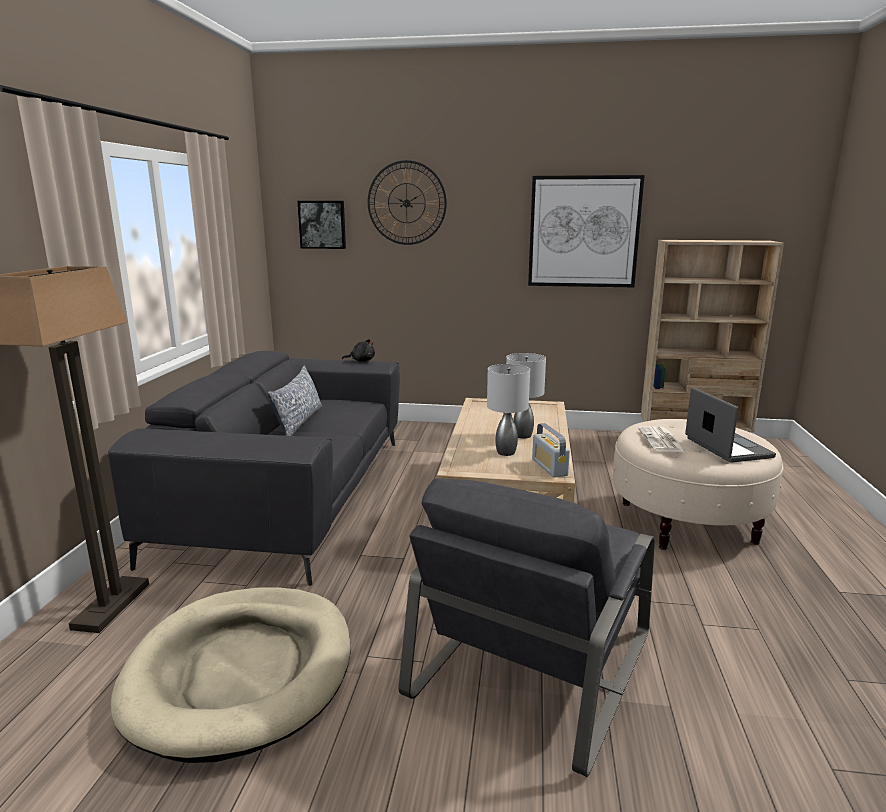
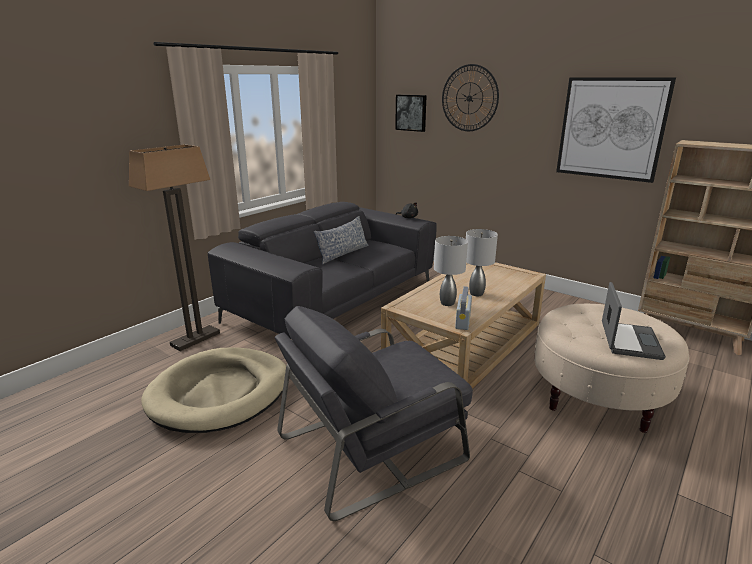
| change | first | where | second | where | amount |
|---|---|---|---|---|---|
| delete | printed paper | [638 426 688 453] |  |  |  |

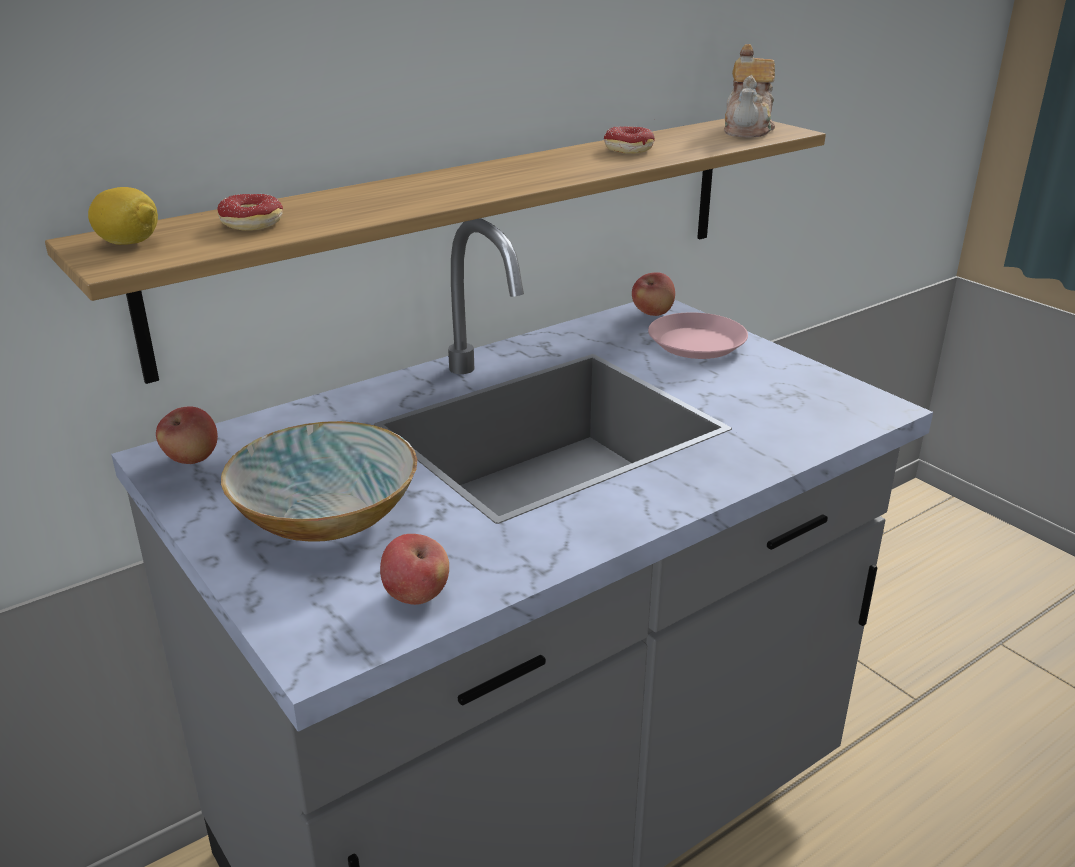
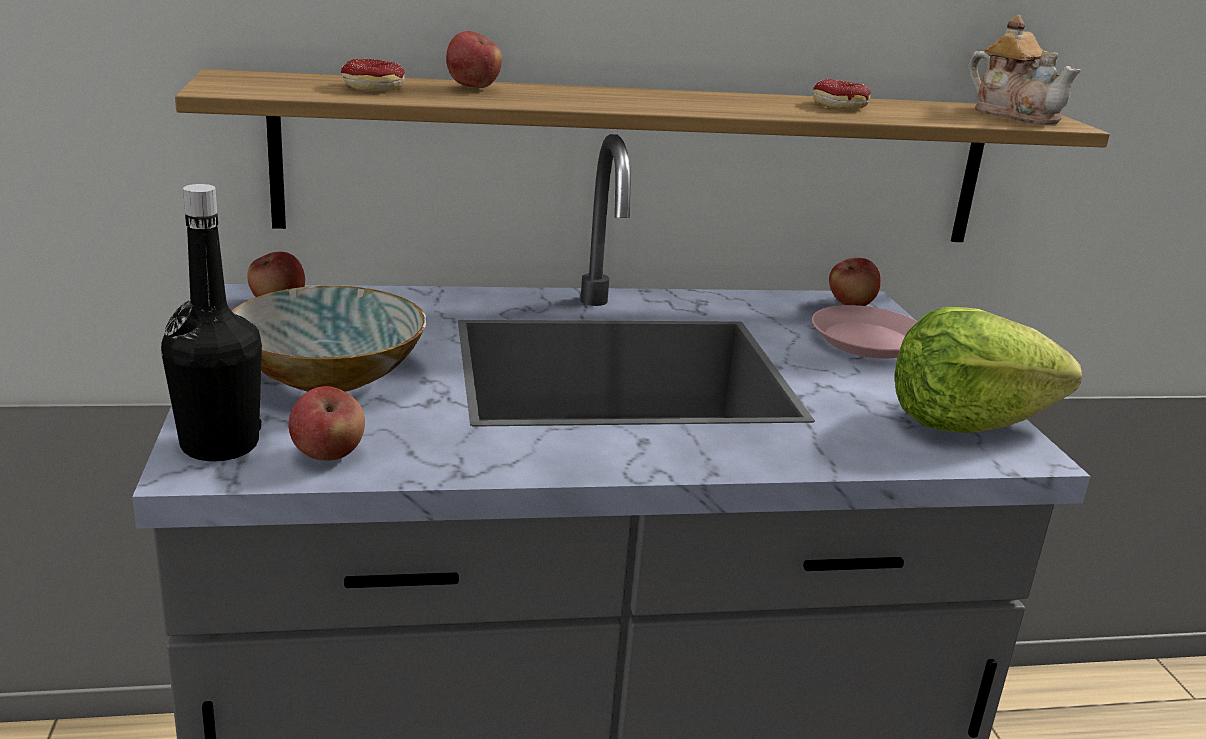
| change | first | where | second | where | amount |
|---|---|---|---|---|---|
| delete | whole lemon | [88 187 158 245] |  |  |  |
| insert |  |  | drink bottle/blackish | [161 184 262 461] |  |
| insert |  |  | apple | [446 31 502 88] |  |
| insert |  |  | lettuce head | [895 307 1082 433] |  |
| rotate | tea pot | [724 44 775 137] |  | [969 15 1081 125] | 75 degrees counterclockwise |

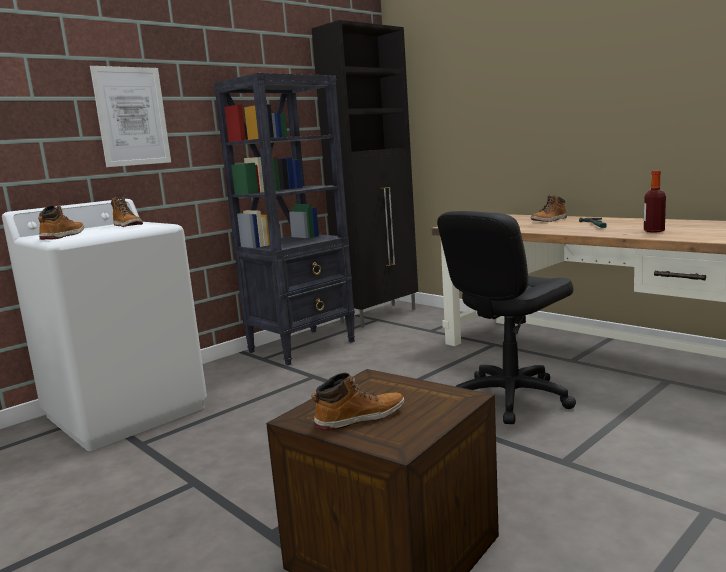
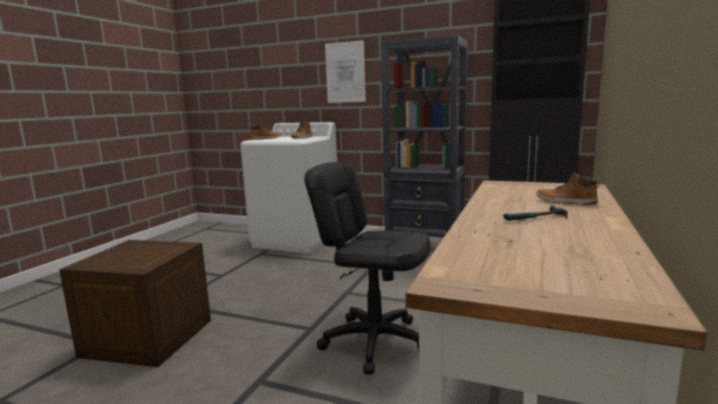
| change | first | where | second | where | amount |
|---|---|---|---|---|---|
| delete | tall boot | [311 373 404 431] |  |  |  |
| delete | drink bottle | [644 170 666 233] |  |  |  |

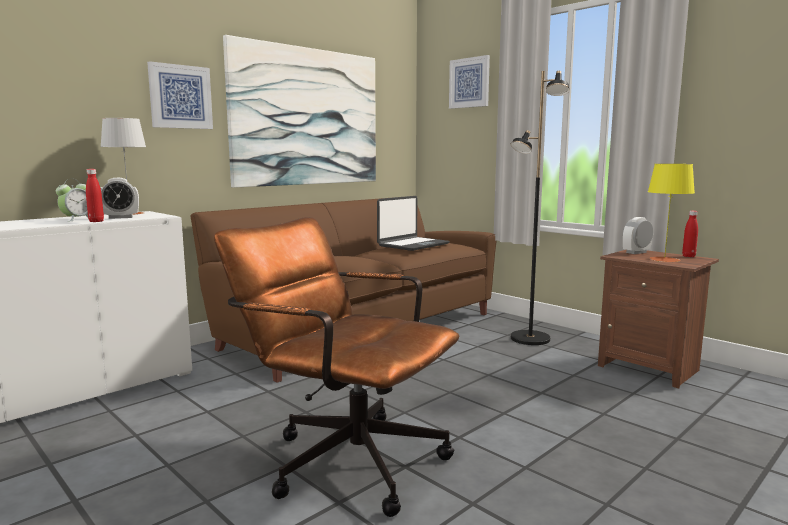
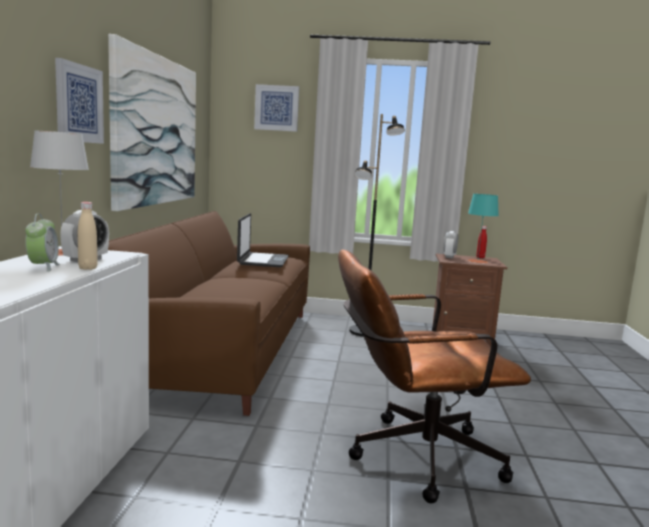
| change | first | where | second | where | amount |
|---|---|---|---|---|---|
| recolor | drink bottle/red-coloured | [86 169 104 222] | drink bottle/beige-coloured | [78 202 98 270] |  |
| recolor | table lamp/yellow-coloured | [648 164 695 262] | table lamp/blue-green | [468 194 499 263] |  |

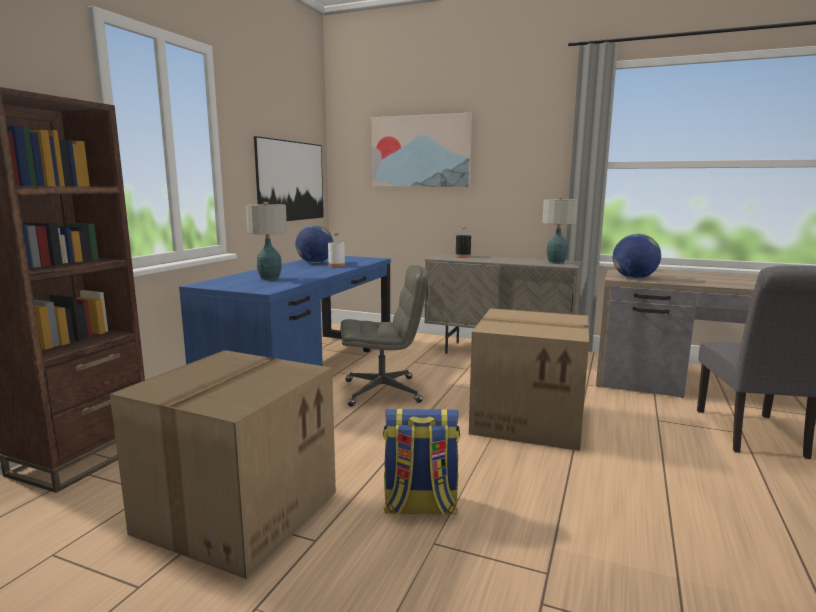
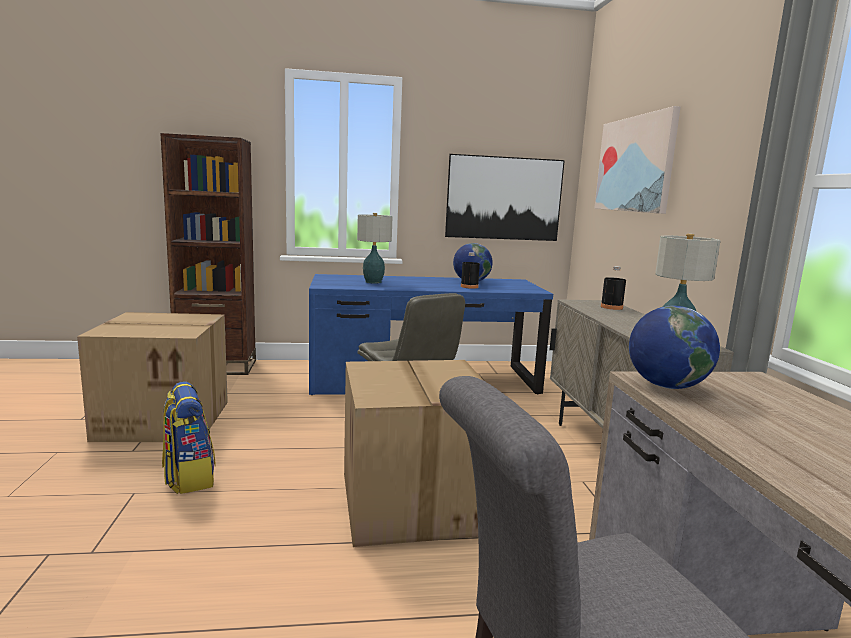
| change | first | where | second | where | amount |
|---|---|---|---|---|---|
| recolor | drink bottle/white | [328 233 345 267] | drink bottle/blackish | [461 252 480 289] |  |

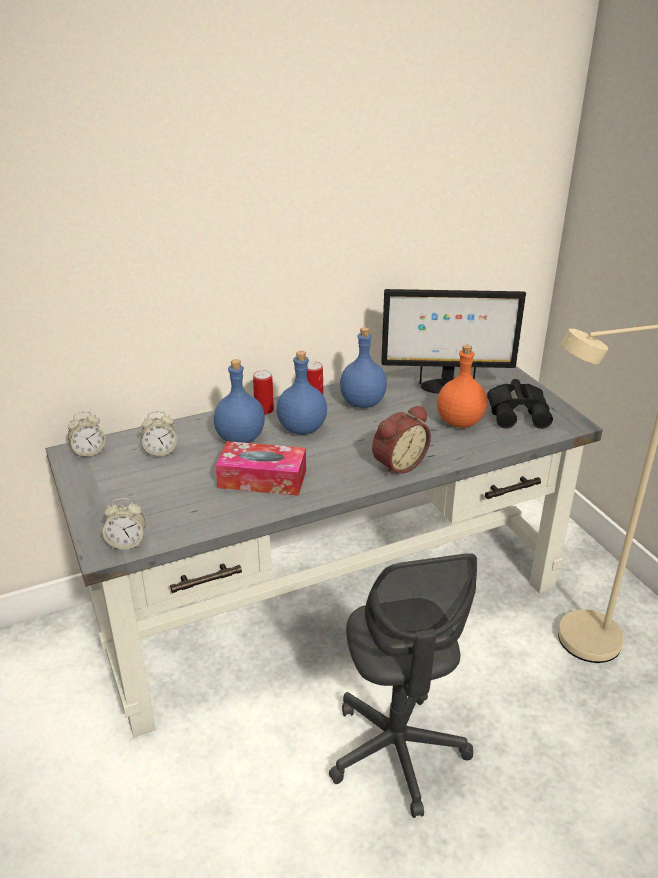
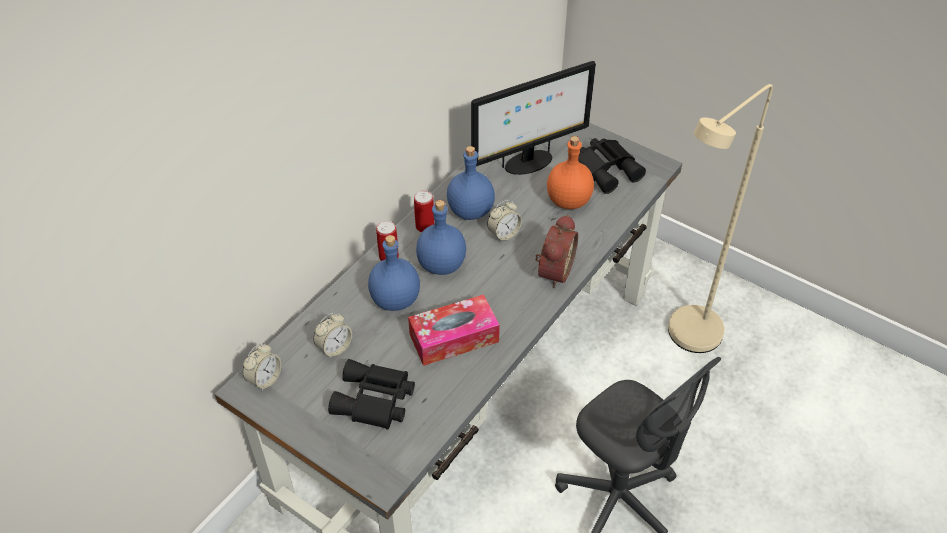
| change | first | where | second | where | amount |
|---|---|---|---|---|---|
| insert |  |  | binoculars/blackish | [328 359 415 430] |  |
| move | table clock | [103 498 145 550] |  | [487 200 522 242] |  |

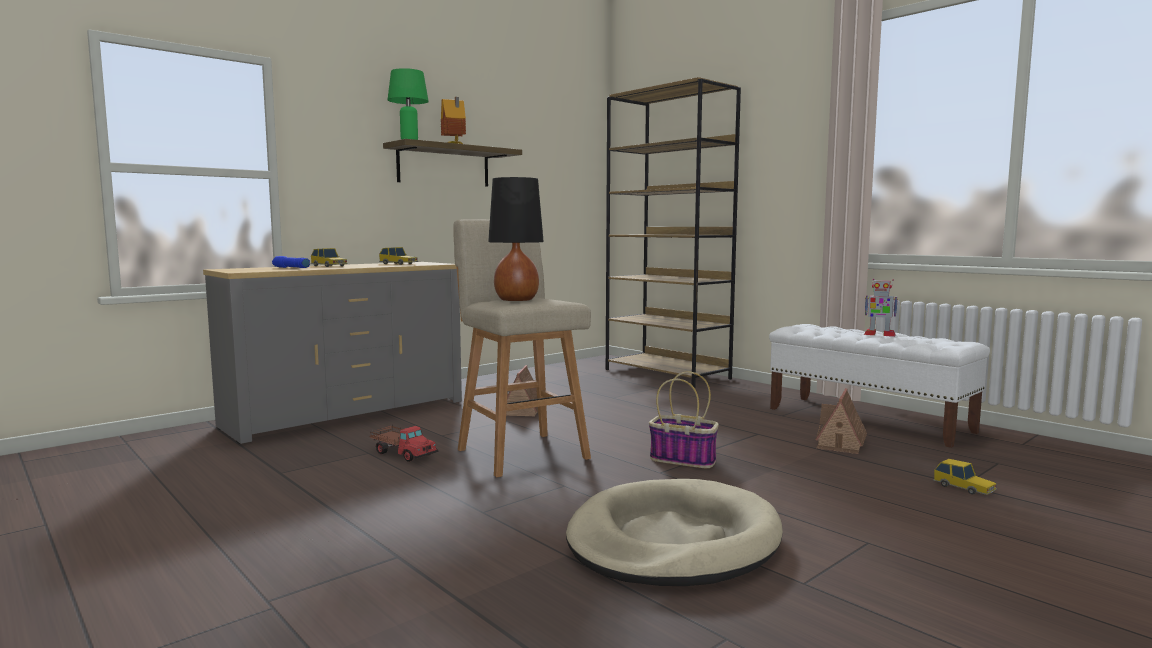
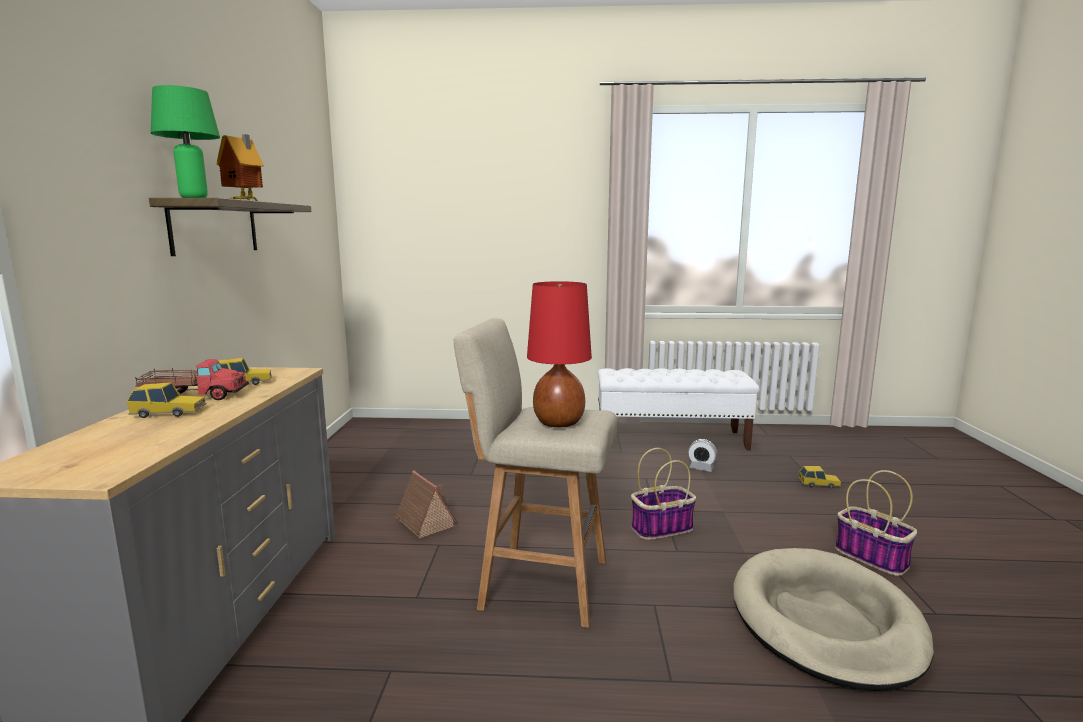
| change | first | where | second | where | amount |
|---|---|---|---|---|---|
| delete | torch/blue-coloured | [272 256 310 268] |  |  |  |
| delete | bookcase/brownish | [606 77 741 388] |  |  |  |
| delete | model robot | [864 279 898 337] |  |  |  |
| insert |  |  | household basket | [835 470 917 576] |  |
| move | toy lorry | [370 425 438 462] |  | [135 359 249 400] |  |
| replace | model house | [815 388 867 454] | table clock | [688 439 717 472] |  |
| recolor | table lamp/blackish | [488 177 544 301] | table lamp/red-coloured | [527 281 592 427] |  |

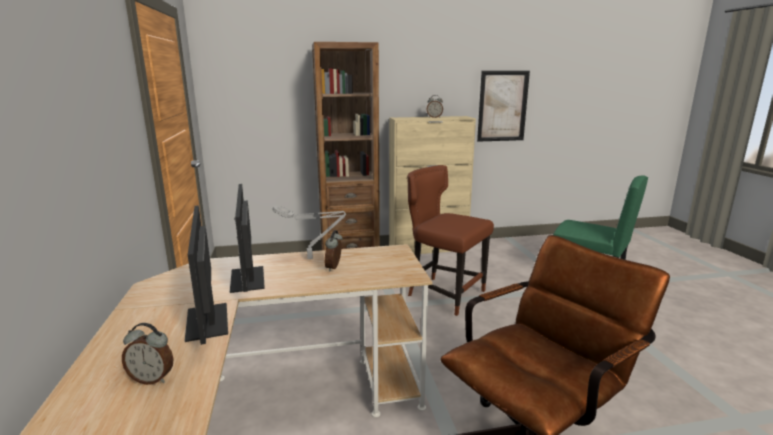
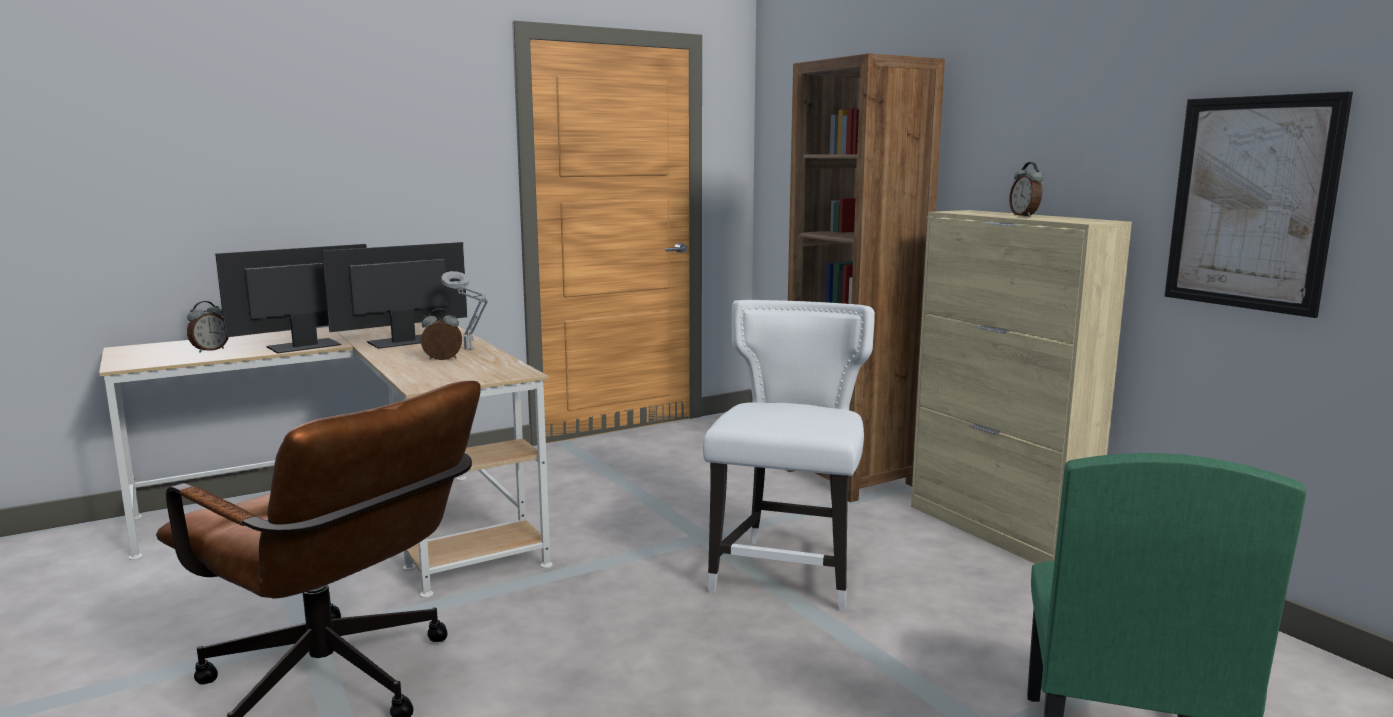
| change | first | where | second | where | amount |
|---|---|---|---|---|---|
| recolor | chair/brownish | [407 165 494 316] | chair/white | [703 300 875 611] |  |
| rotate | table clock | [122 323 174 385] |  | [187 301 229 353] | 135 degrees counterclockwise |

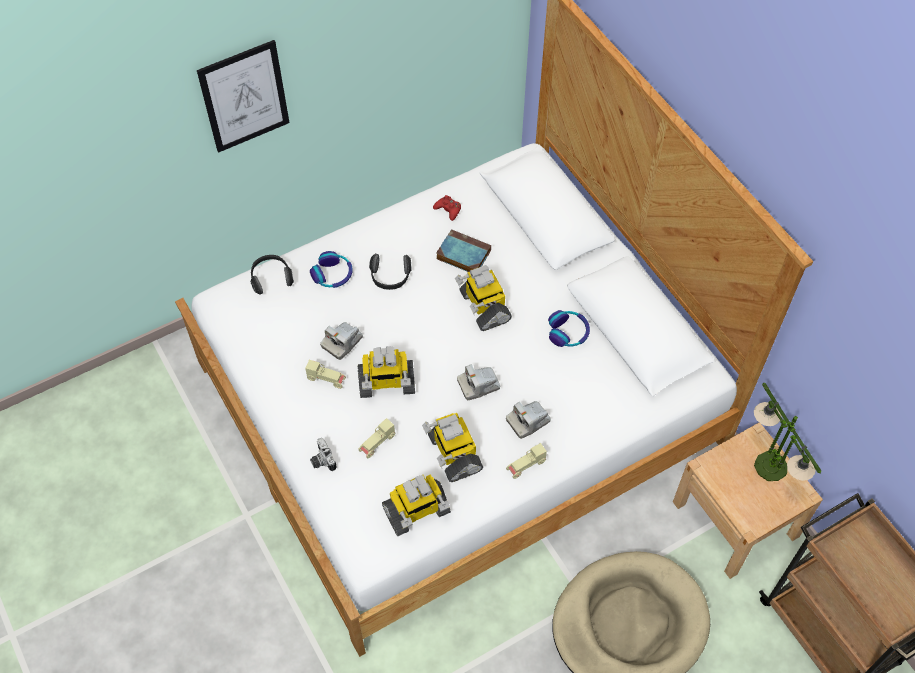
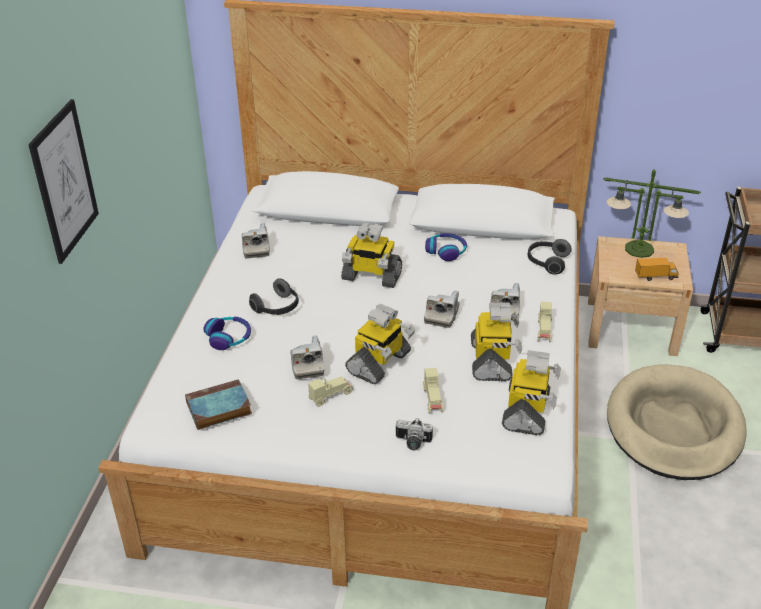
| change | first | where | second | where | amount |
|---|---|---|---|---|---|
| insert |  |  | toy lorry | [635 258 679 281] |  |
| move | headphones | [250 255 294 295] |  | [528 239 572 274] |  |
| move | volume | [436 229 491 272] |  | [185 379 252 430] |  |
| replace | gamepad/red-coloured | [433 195 461 221] | still camera | [242 223 270 259] |  |
| rotate | model robot | [422 413 483 482] |  | [471 302 522 381] | 105 degrees counterclockwise |

